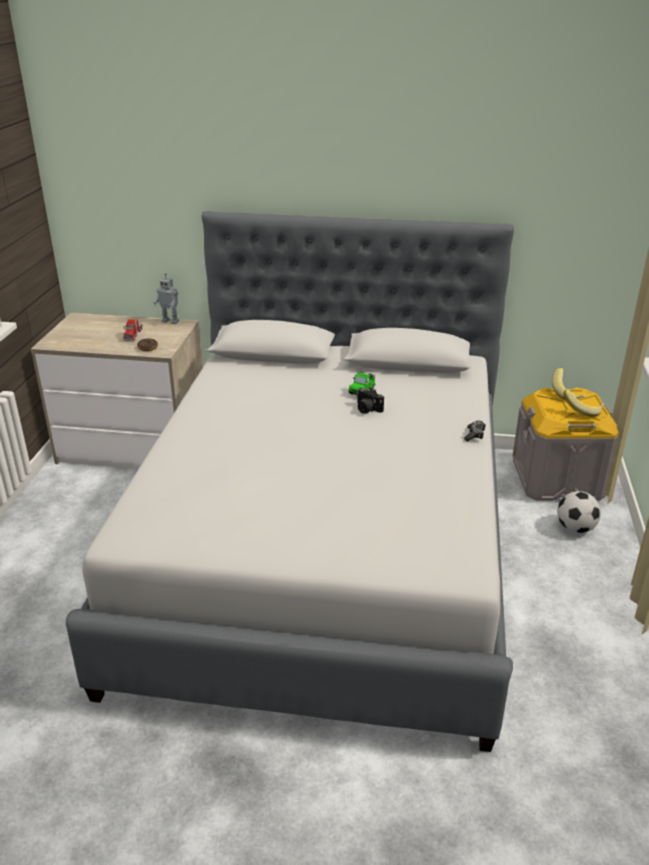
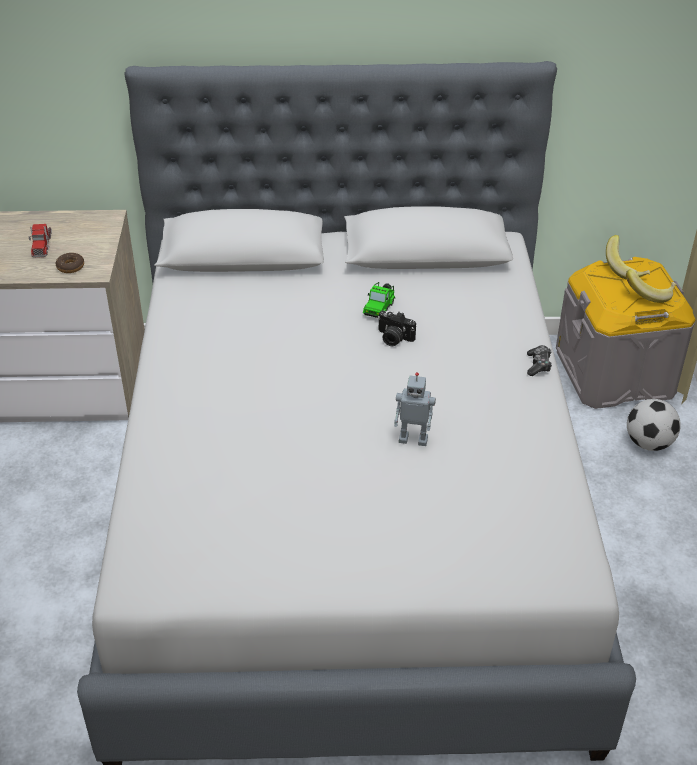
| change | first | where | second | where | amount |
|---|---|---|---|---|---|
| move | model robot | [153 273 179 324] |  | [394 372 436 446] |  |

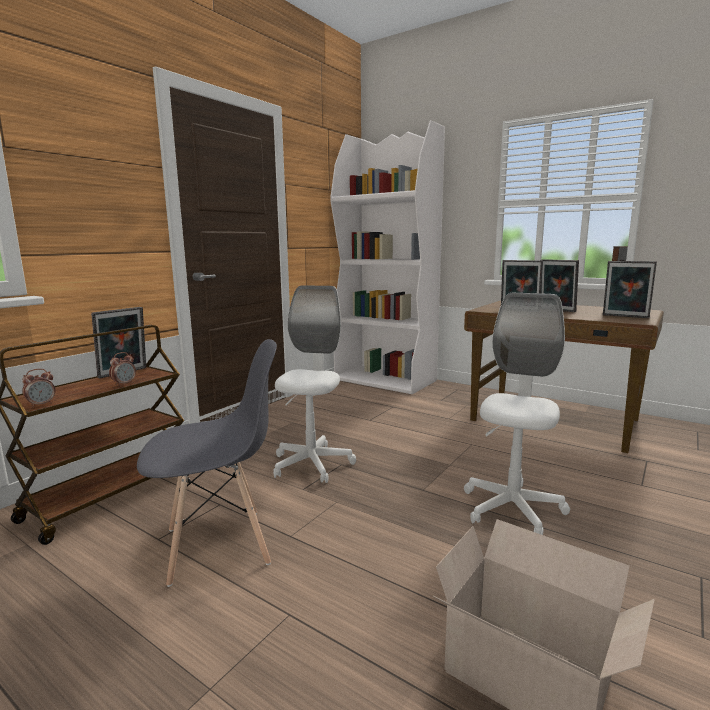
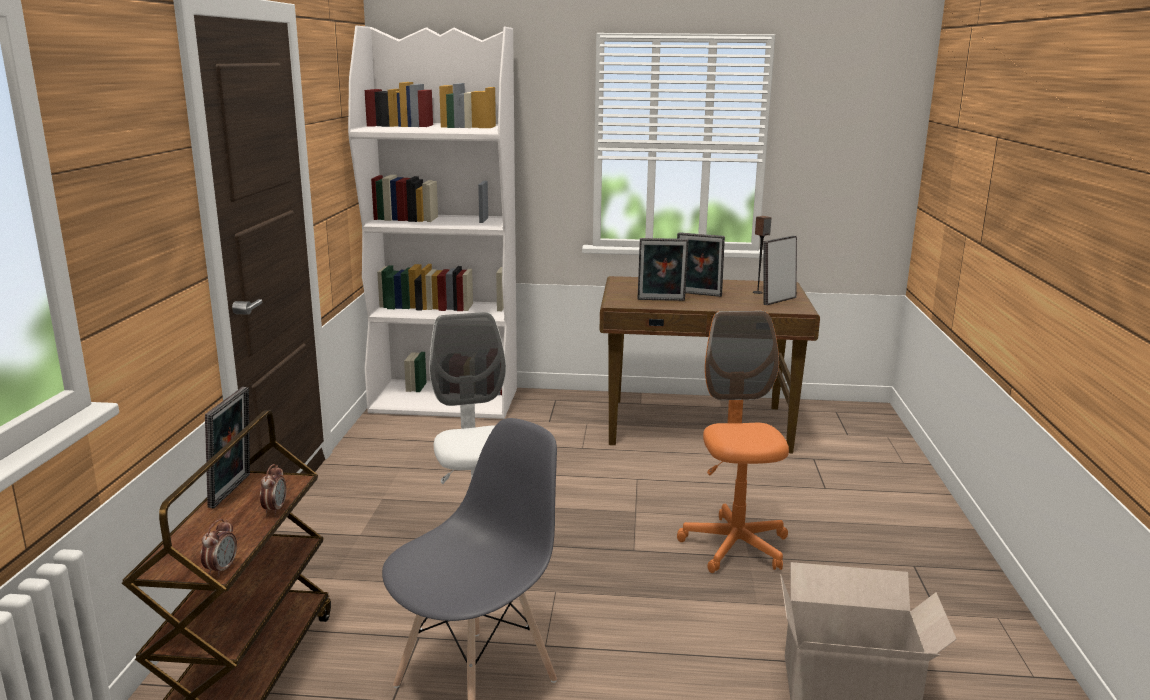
| change | first | where | second | where | amount |
|---|---|---|---|---|---|
| recolor | computer chair/white | [464 293 570 535] | computer chair/orange-coloured | [677 311 789 573] |  |
| rotate | photo frame | [603 261 657 318] |  | [763 236 797 305] | 135 degrees clockwise |

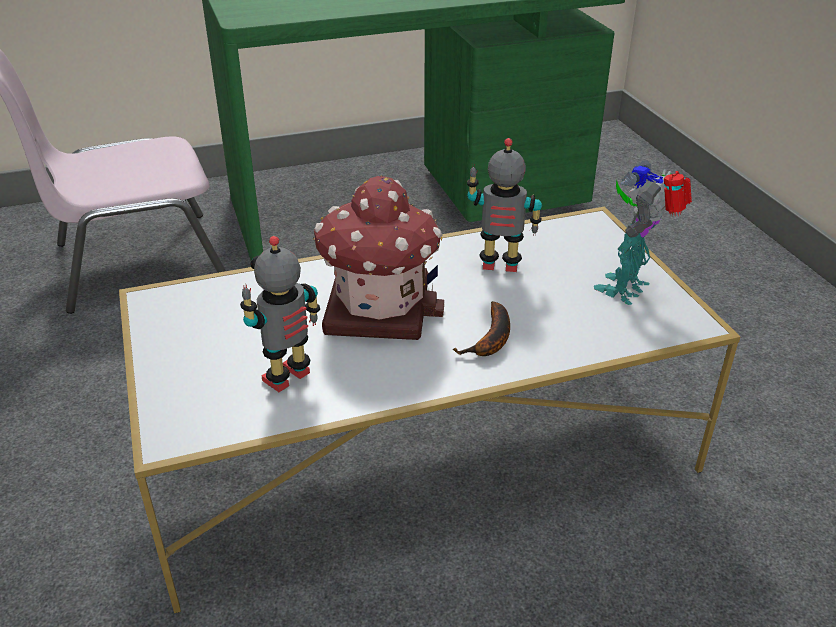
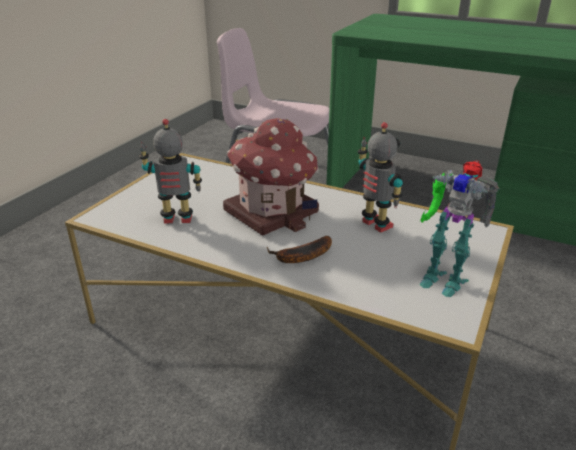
| change | first | where | second | where | amount |
|---|---|---|---|---|---|
| rotate | model robot | [594 160 692 305] |  | [420 160 500 297] | 135 degrees counterclockwise |

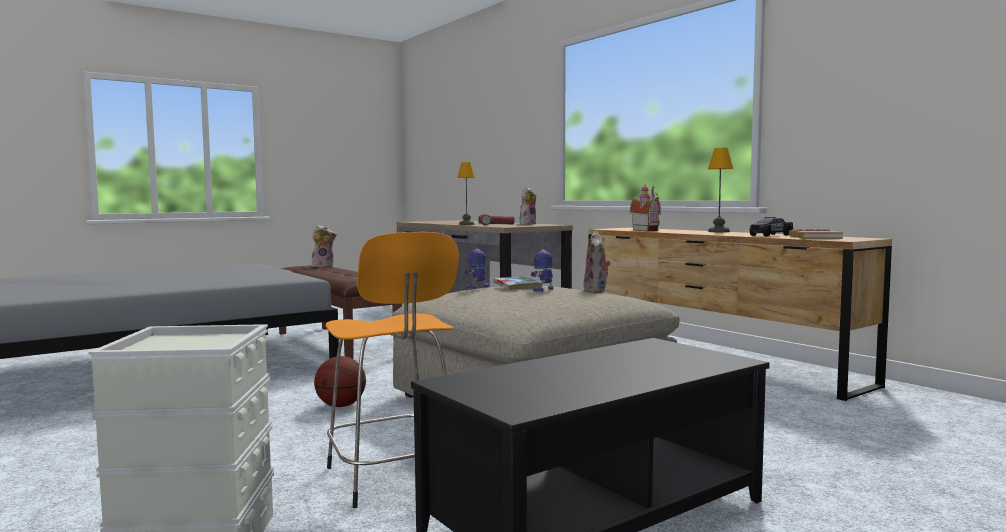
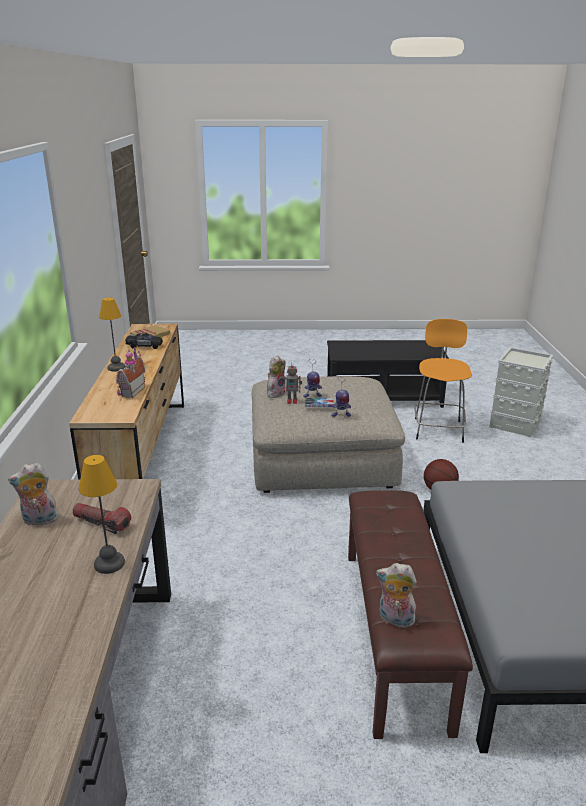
| change | first | where | second | where | amount |
|---|---|---|---|---|---|
| insert |  |  | model robot | [284 362 302 404] |  |

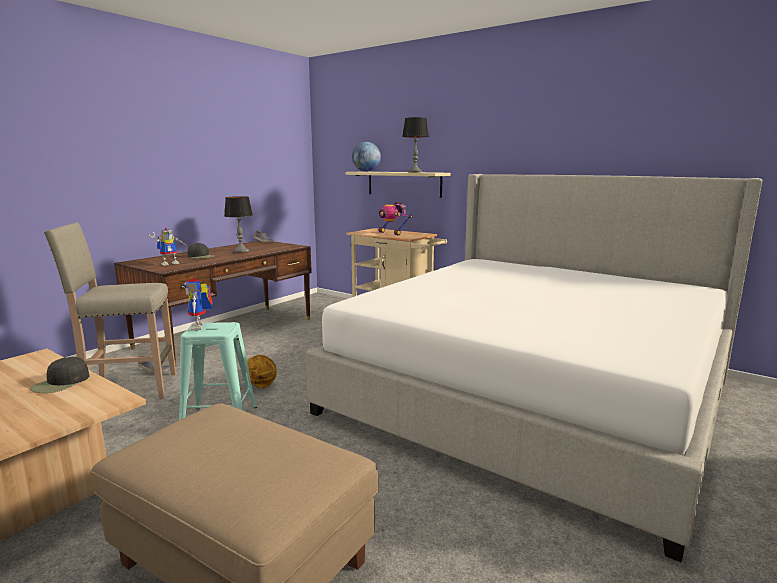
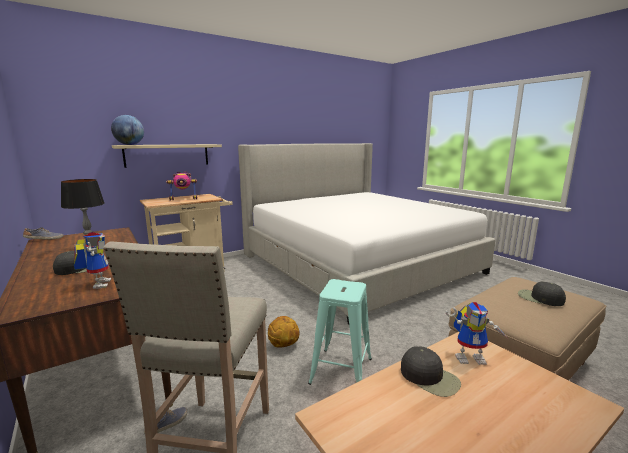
| change | first | where | second | where | amount |
|---|---|---|---|---|---|
| delete | table lamp | [402 117 429 173] |  |  |  |
| insert |  |  | cap/blackish | [518 282 566 306] |  |
| move | model robot | [184 279 213 331] |  | [446 302 507 365] |  |

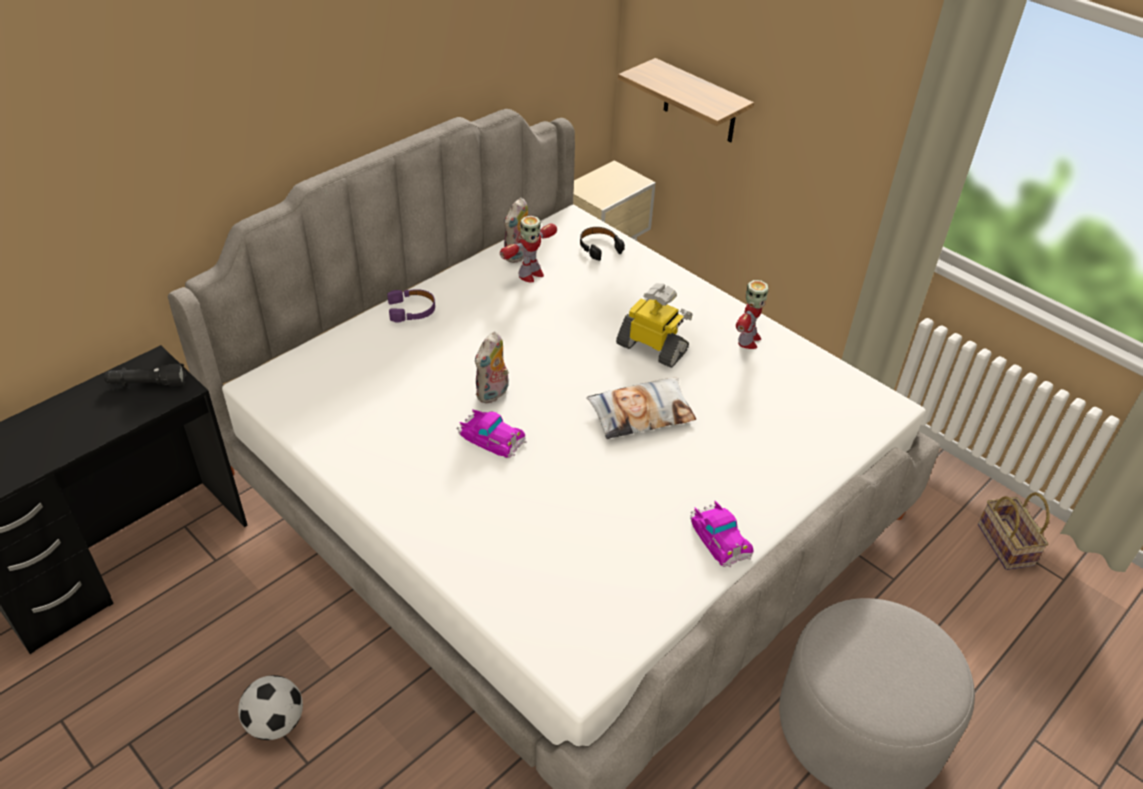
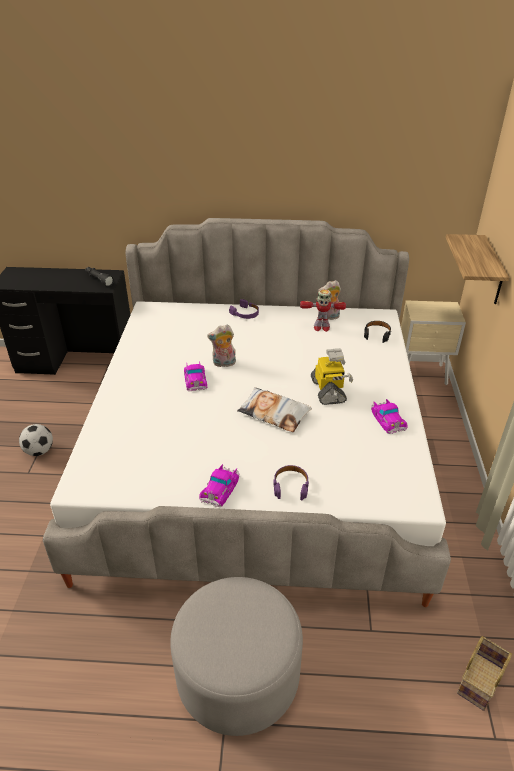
| change | first | where | second | where | amount |
|---|---|---|---|---|---|
| insert |  |  | headphones/purplish | [273 465 309 500] |  |
| replace | model robot | [736 280 768 349] | miniature car | [371 399 408 434] |  |

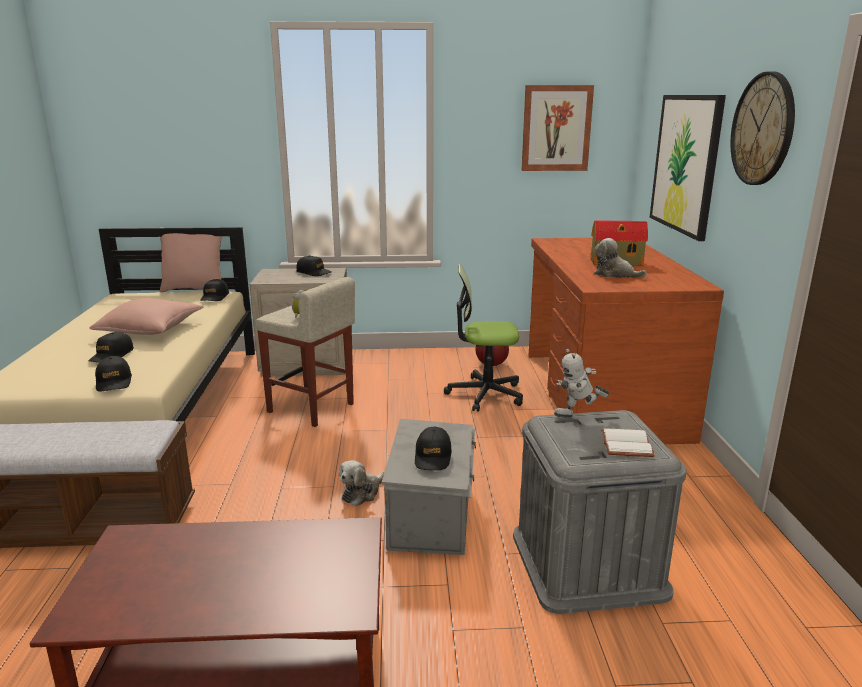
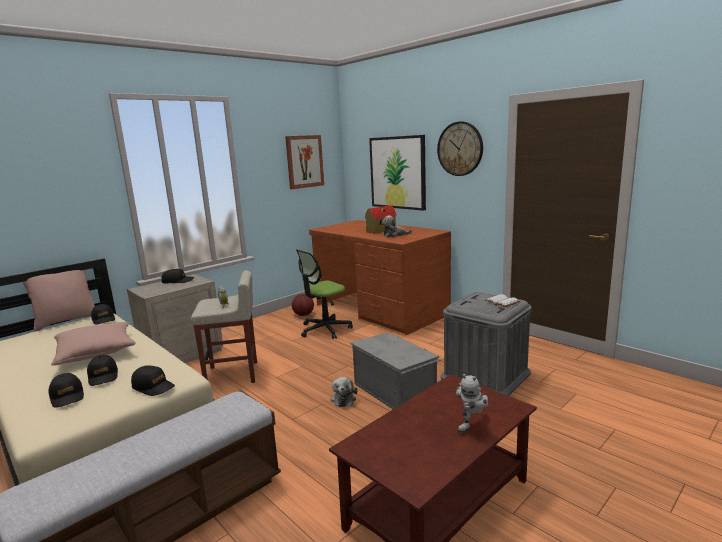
| change | first | where | second | where | amount |
|---|---|---|---|---|---|
| move | cap/blackish | [415 427 452 470] |  | [48 373 84 408] |  |
| move | model robot | [554 349 610 418] |  | [456 374 489 433] |  |

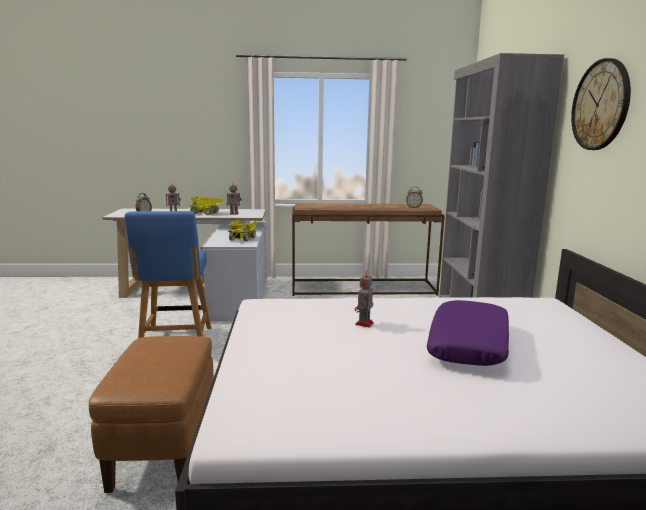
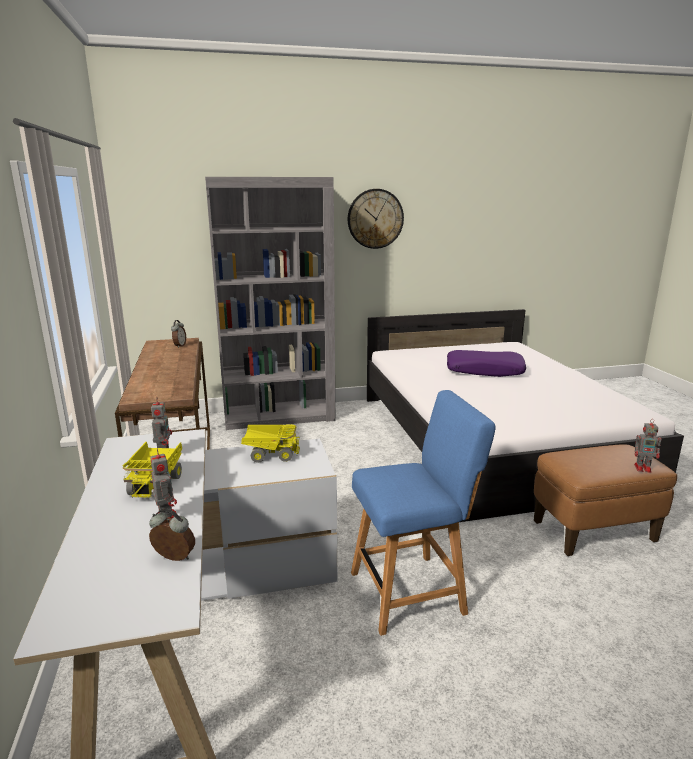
| change | first | where | second | where | amount |
|---|---|---|---|---|---|
| move | model robot | [355 270 374 328] |  | [634 419 661 473] |  |

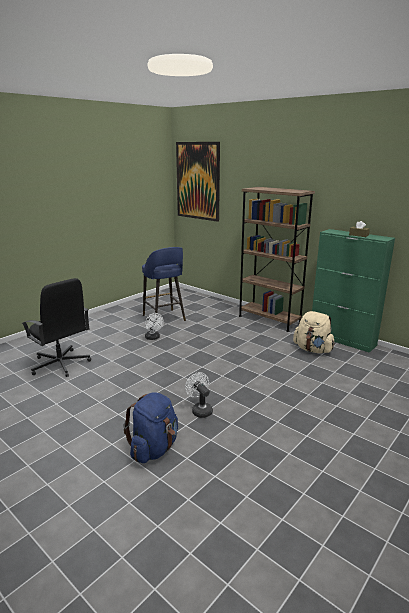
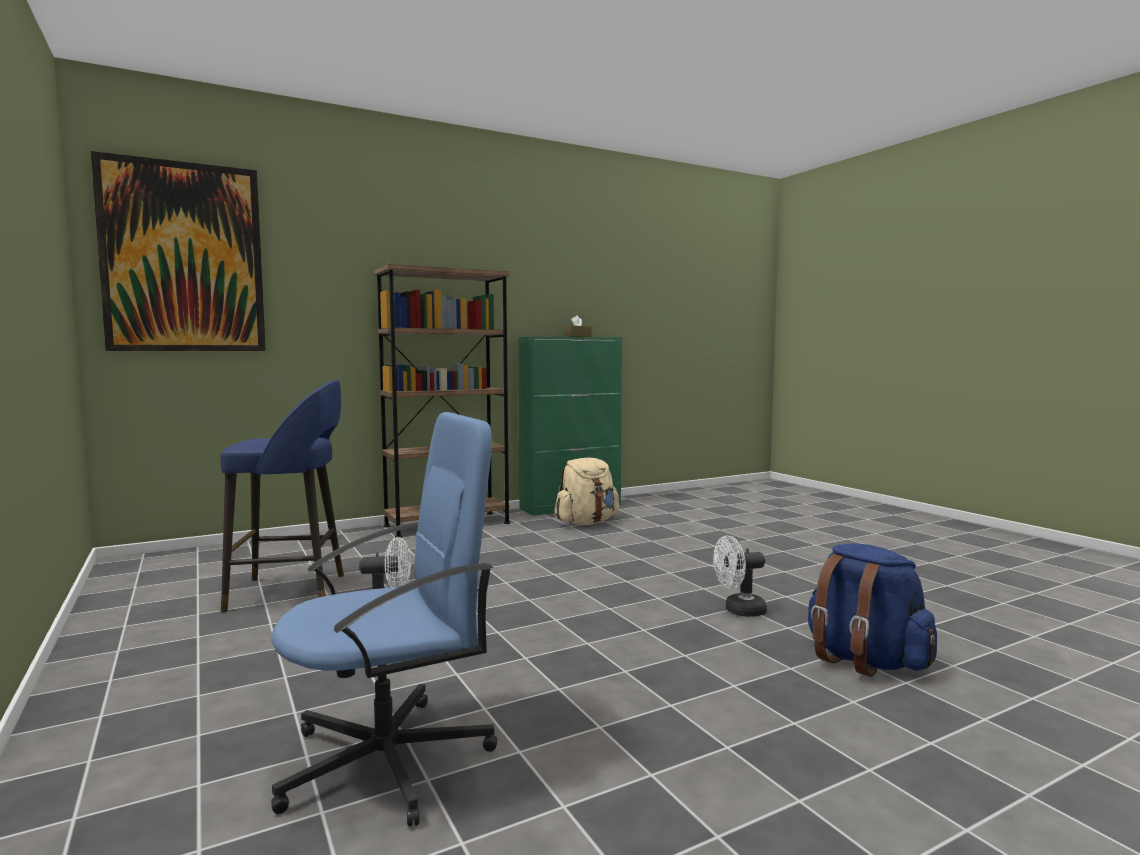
| change | first | where | second | where | amount |
|---|---|---|---|---|---|
| recolor | computer chair/blackish | [22 278 91 377] | computer chair/blue-coloured | [271 412 497 827] |  |

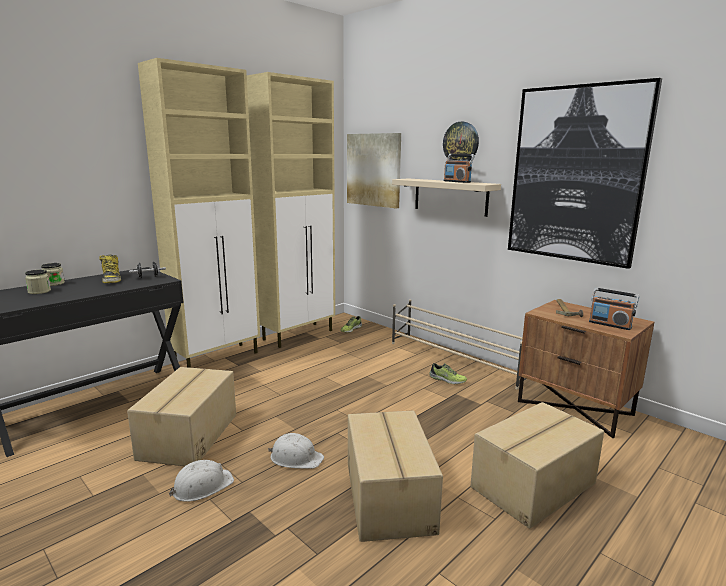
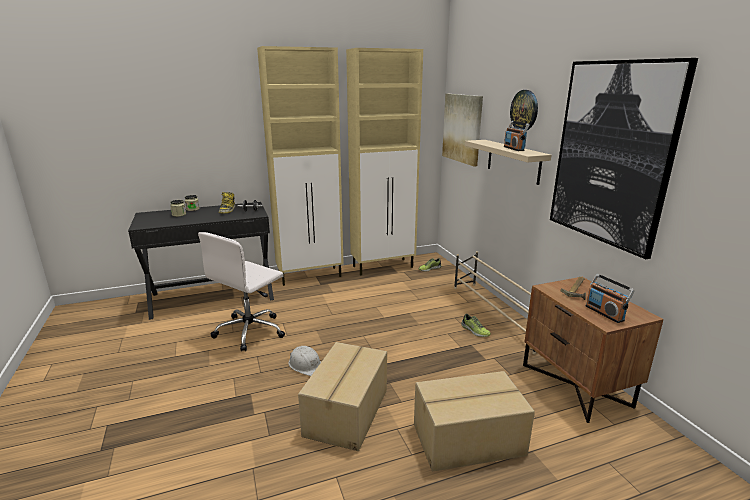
| change | first | where | second | where | amount |
|---|---|---|---|---|---|
| delete | safety helmet/white | [169 460 234 502] |  |  |  |
| replace | packing box | [127 367 236 466] | computer chair/white | [198 232 285 351] |  |

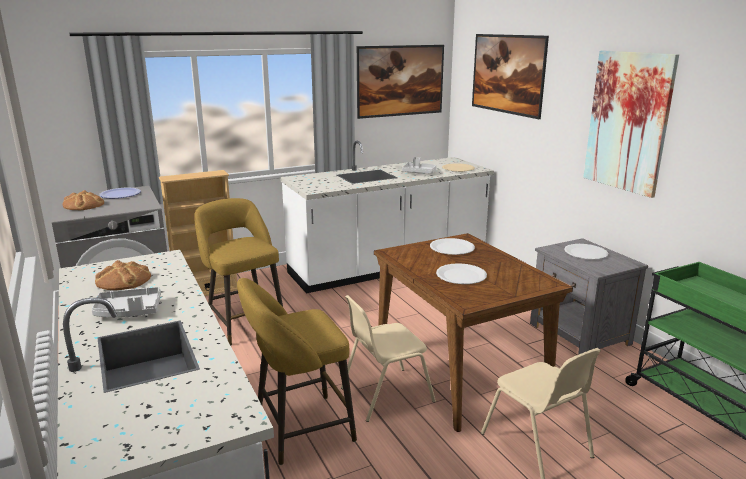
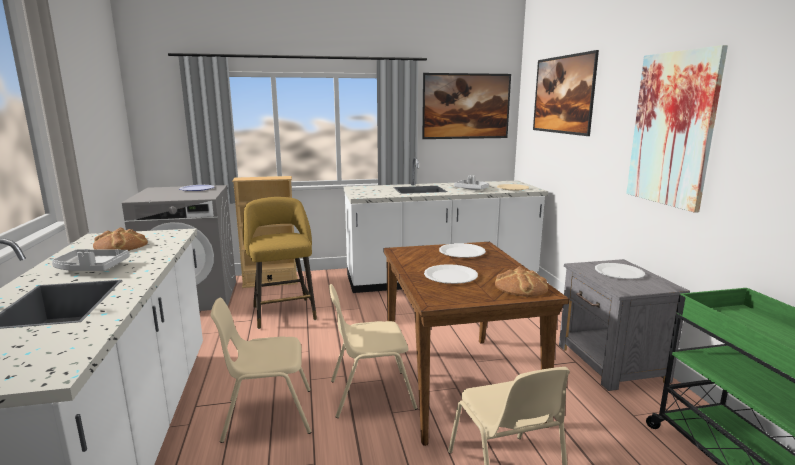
| change | first | where | second | where | amount |
|---|---|---|---|---|---|
| move | baked bread | [63 190 104 210] |  | [495 266 548 297] |  |
| replace | stool/yellow-coloured | [237 278 357 465] | chair/beige-coloured | [210 298 311 443] |  |

